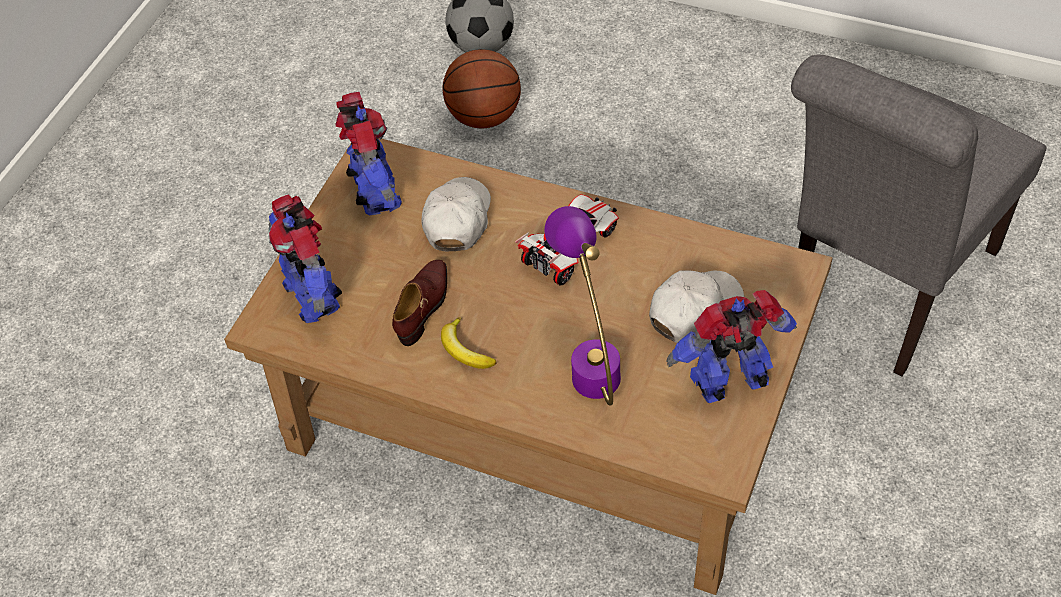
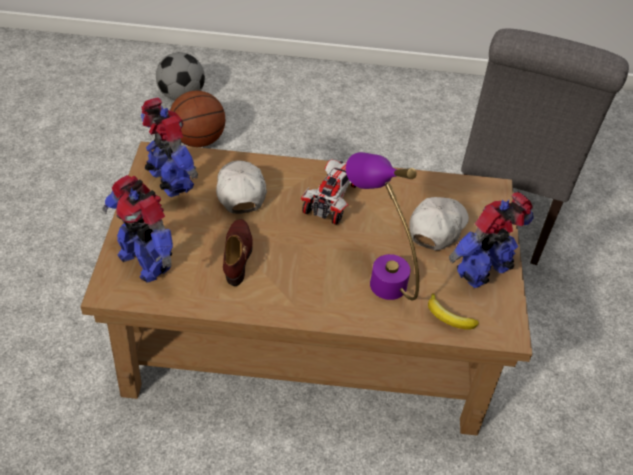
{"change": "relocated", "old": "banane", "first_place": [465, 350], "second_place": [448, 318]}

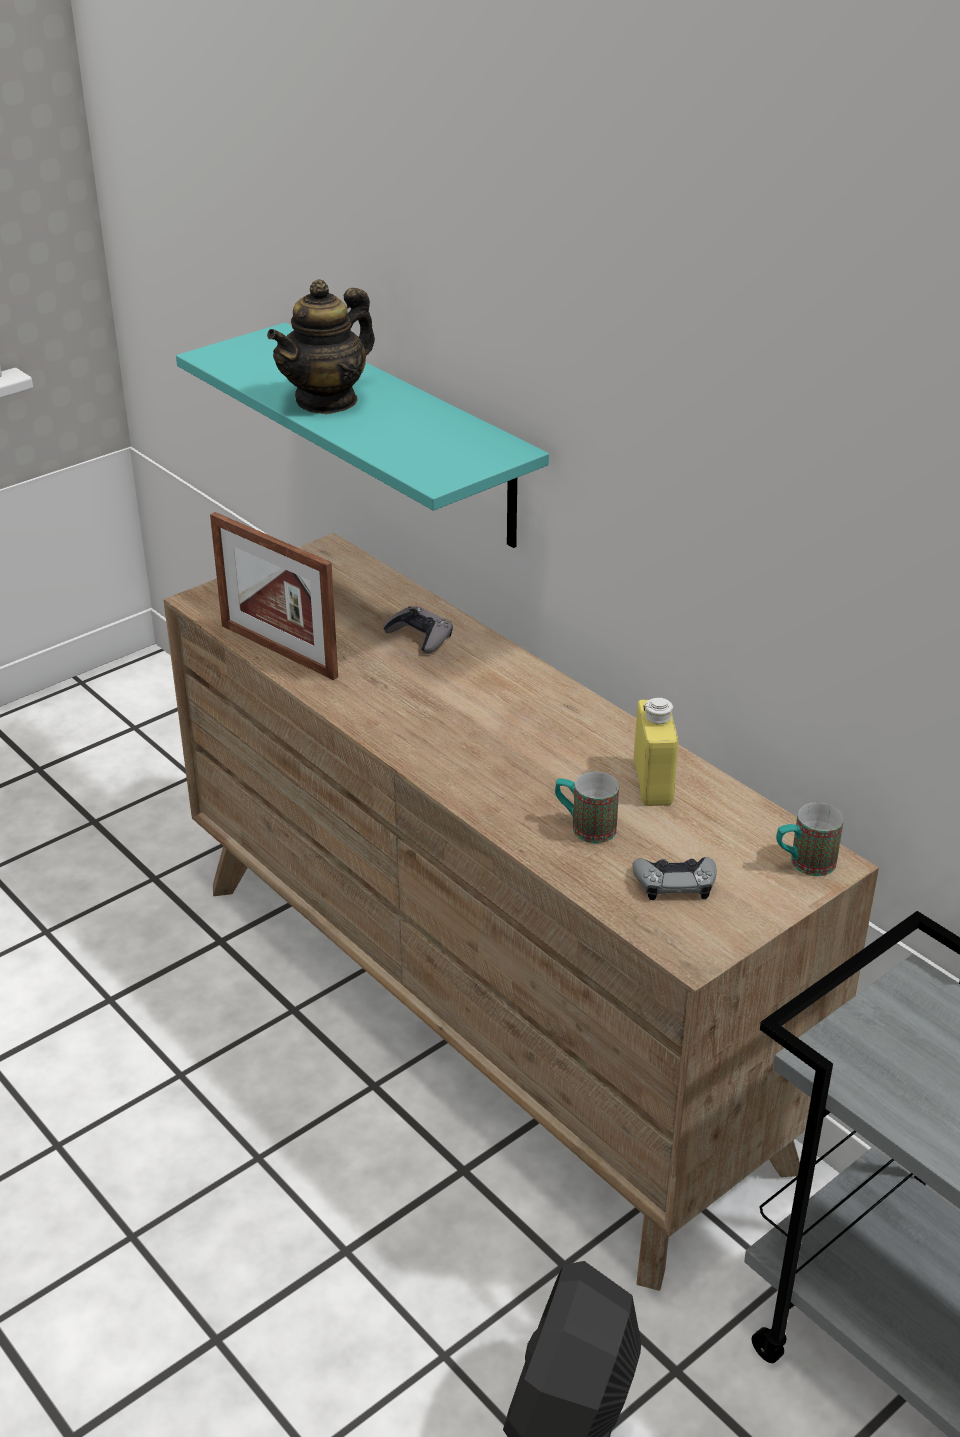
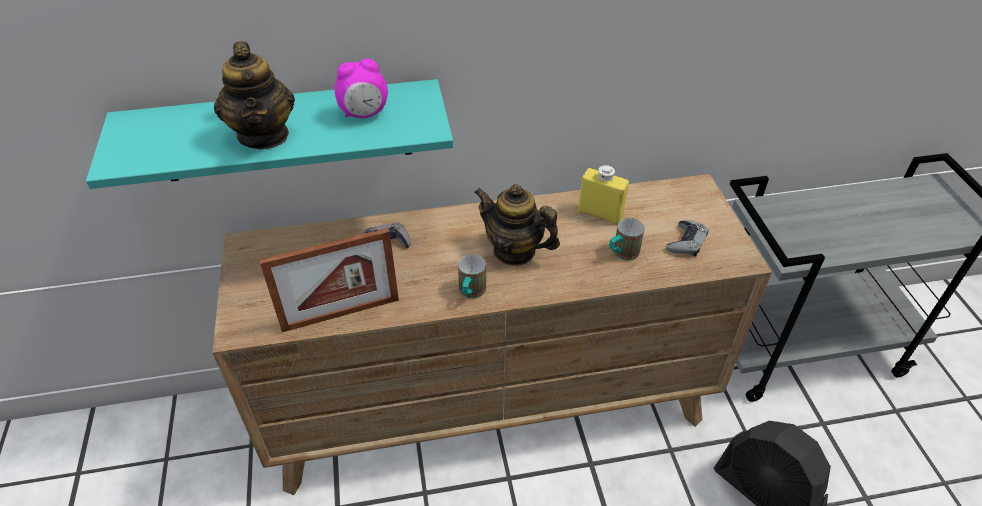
{"change": "relocated", "old": "mug", "first_place": [803, 864], "second_place": [470, 293]}
{"change": "appeared", "new": "réveil", "second_place": [364, 114]}
{"change": "appeared", "new": "théière", "second_place": [514, 251]}

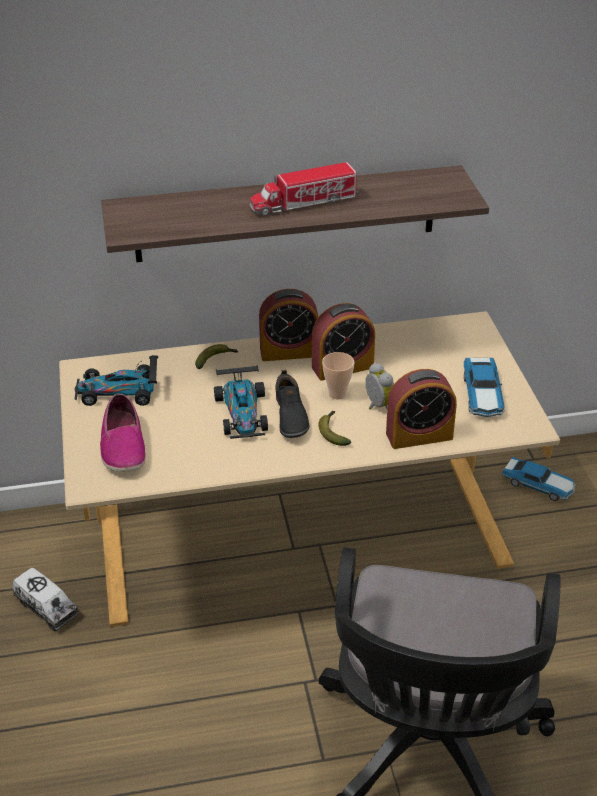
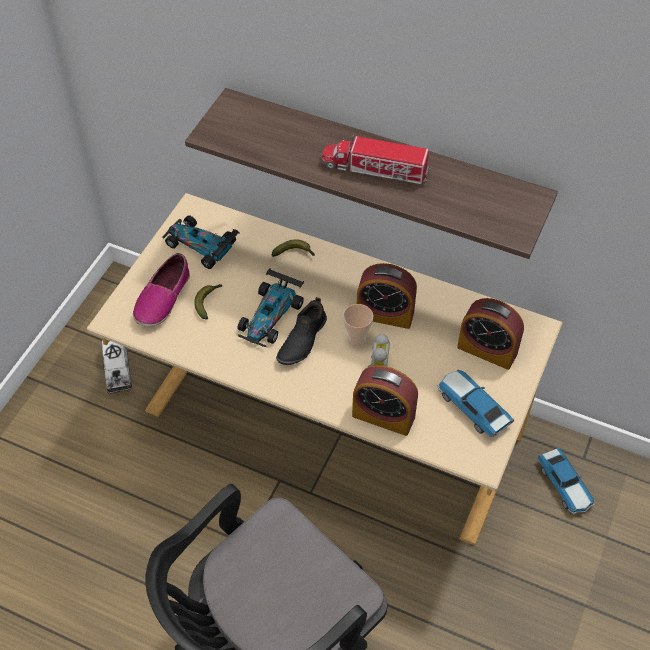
{"change": "relocated", "old": "réveil", "first_place": [289, 351], "second_place": [487, 350]}
{"change": "spun", "old": "petite voiture", "first_place": [482, 395], "second_place": [472, 407], "degrees": 105}
{"change": "relocated", "old": "banane", "first_place": [333, 432], "second_place": [208, 302]}

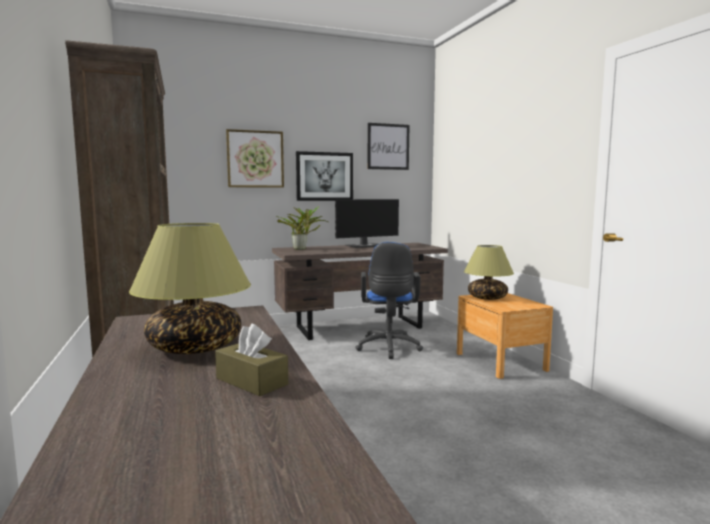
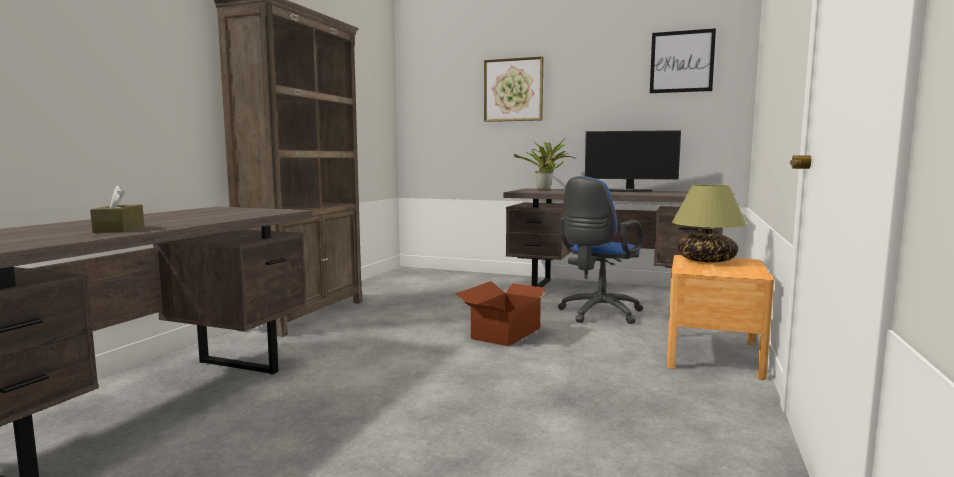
{"change": "missing", "old": "tableau", "first_place": [324, 176]}
{"change": "missing", "old": "lampe de table", "first_place": [194, 347]}
{"change": "appeared", "new": "carton", "second_place": [507, 333]}

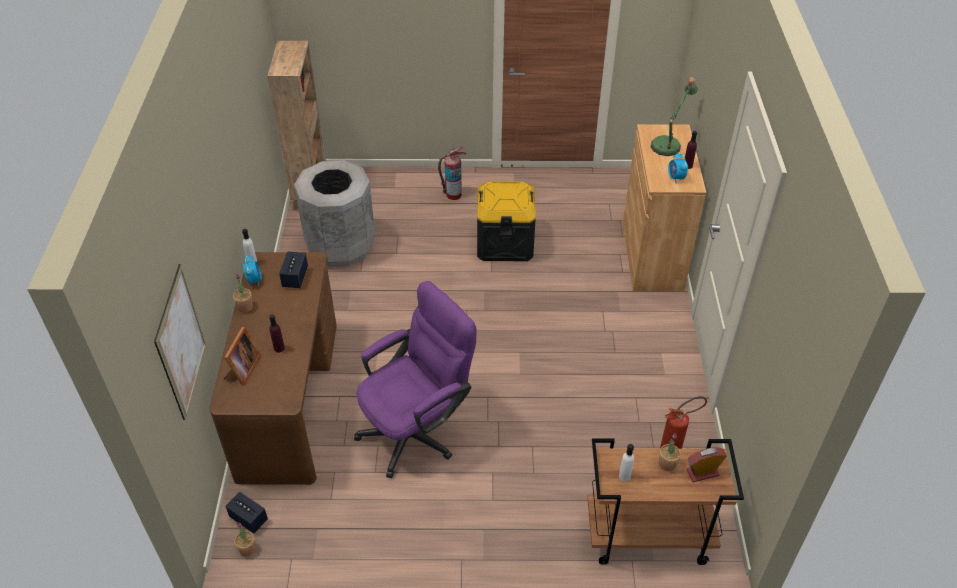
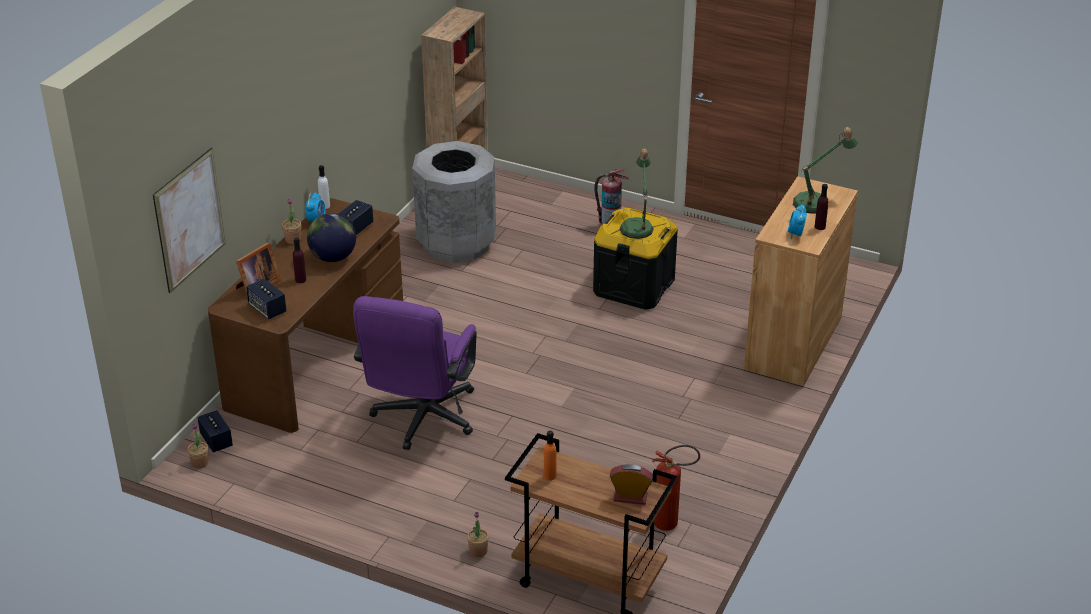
{"change": "spun", "old": "chaise de bureau (violet)", "first_place": [417, 430], "second_place": [421, 421], "degrees": 120}
{"change": "relocated", "old": "plante en pot", "first_place": [667, 464], "second_place": [478, 551]}
{"change": "colour", "old": "bouteille (blanc)", "new": "bouteille (orange)", "first_place": [624, 476], "second_place": [550, 475]}
{"change": "appeared", "new": "lampe de table", "second_place": [637, 226]}
{"change": "appeared", "new": "globe", "second_place": [333, 257]}
{"change": "appeared", "new": "enceinte", "second_place": [267, 309]}

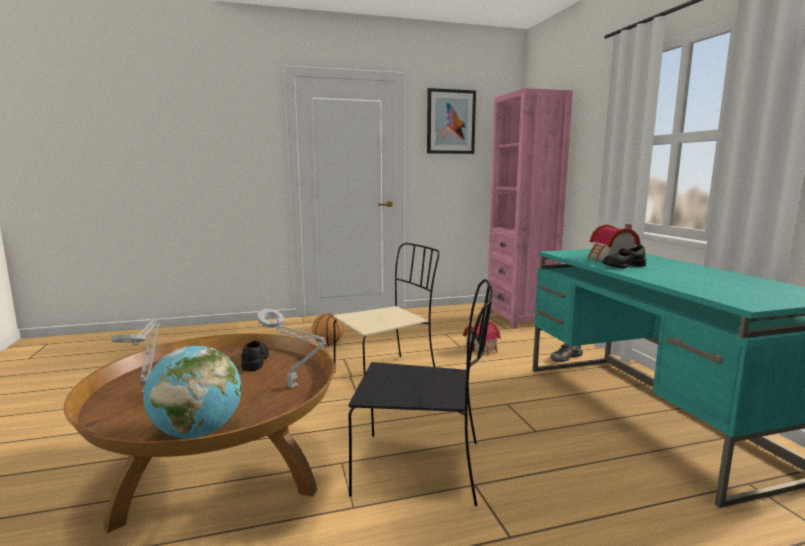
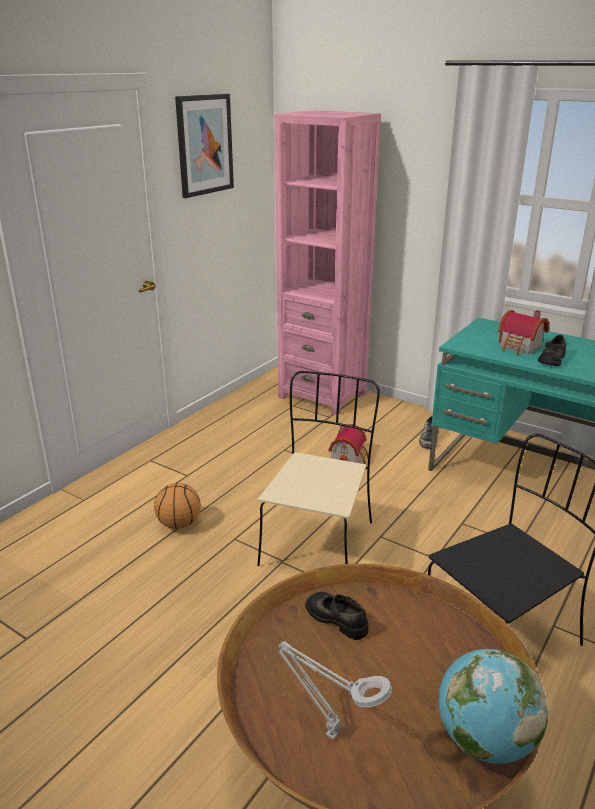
{"change": "missing", "old": "lampe de table (gris)", "first_place": [294, 387]}

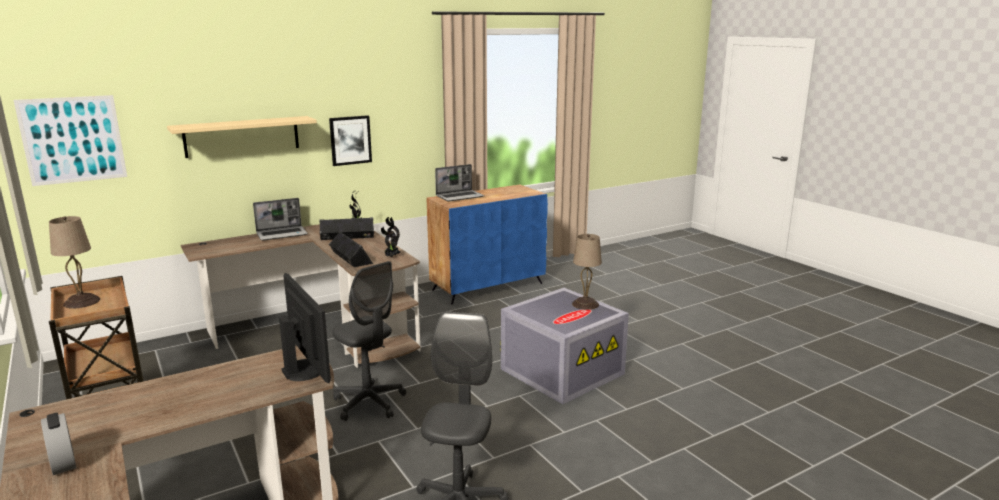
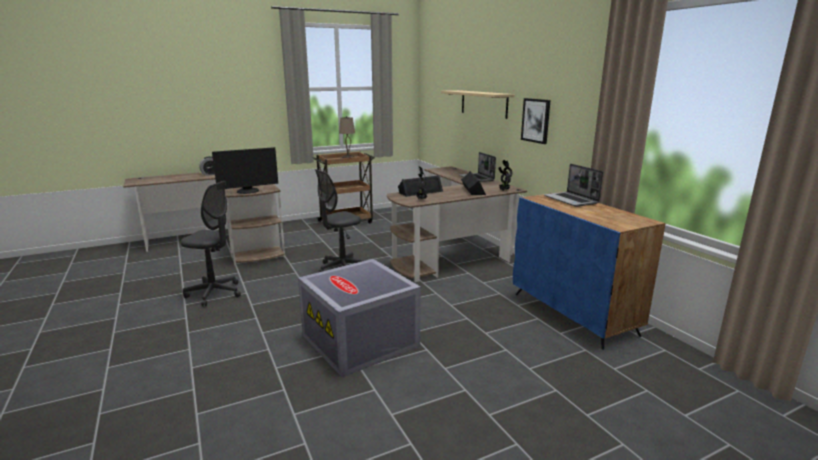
{"change": "missing", "old": "tableau", "first_place": [73, 140]}
{"change": "missing", "old": "lampe de table (beige)", "first_place": [585, 304]}

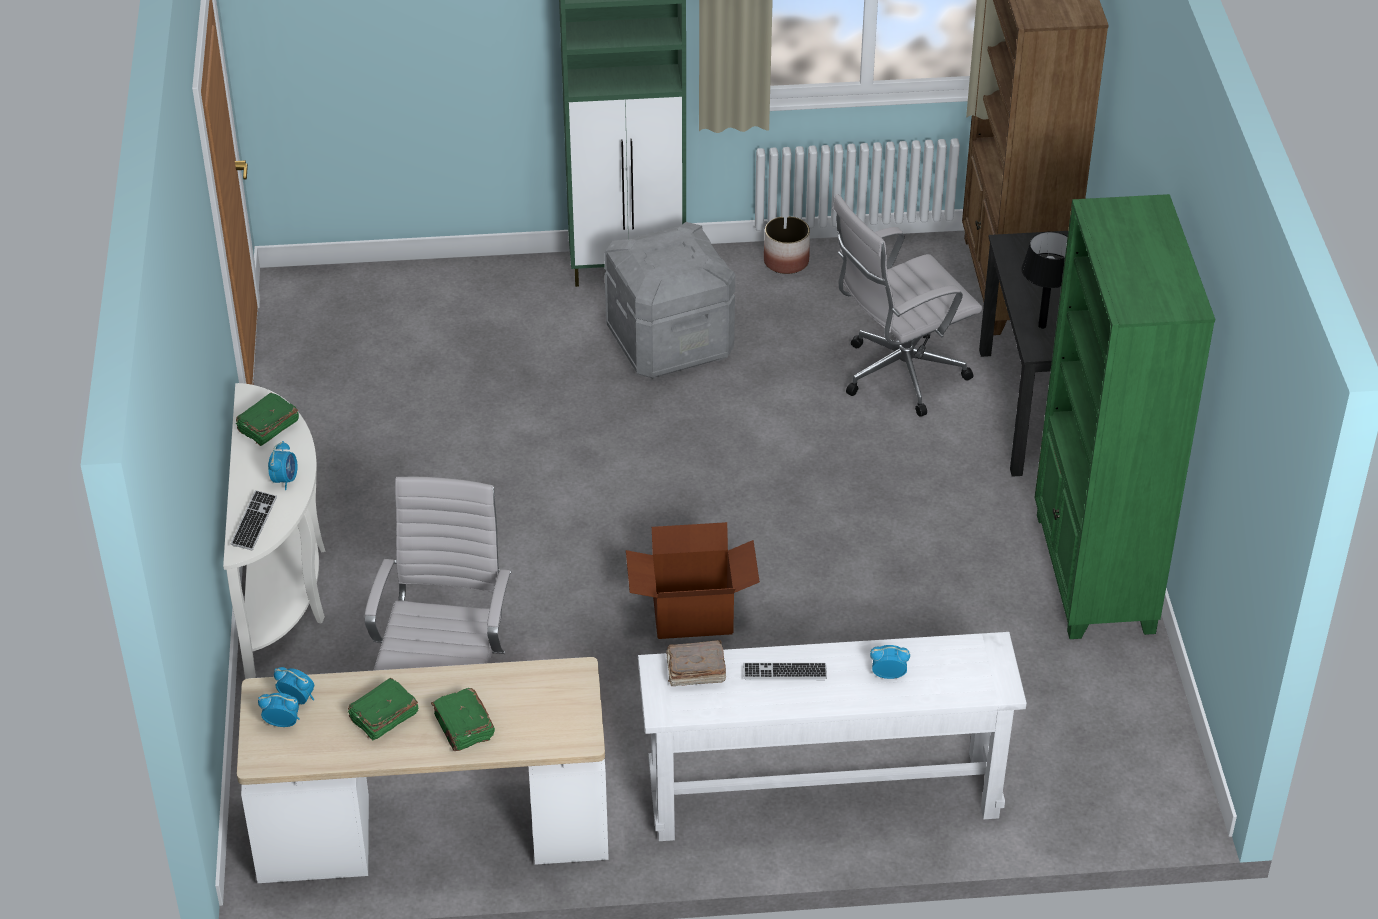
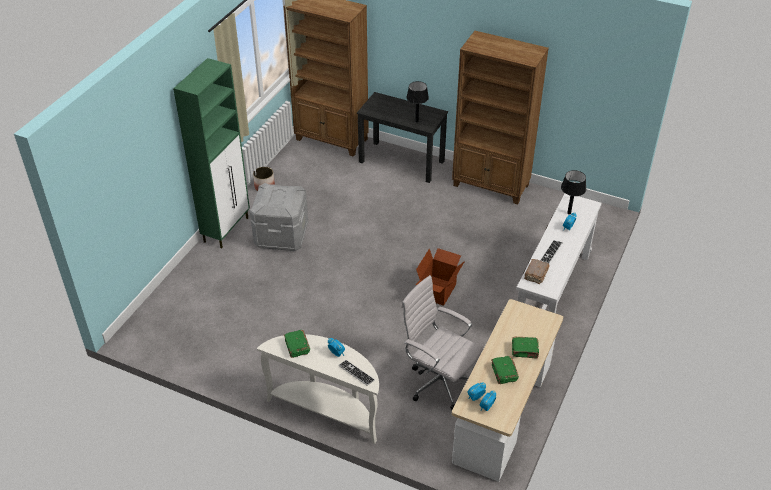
{"change": "missing", "old": "chaise de bureau (blanc)", "first_place": [897, 376]}
{"change": "colour", "old": "bibliothèque (vert)", "new": "bibliothèque (marron)", "first_place": [1093, 574], "second_place": [491, 186]}
{"change": "appeared", "new": "lampe de table (noir)", "second_place": [569, 213]}

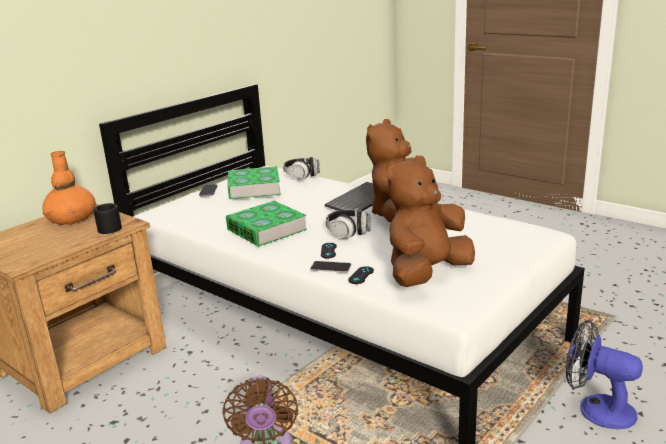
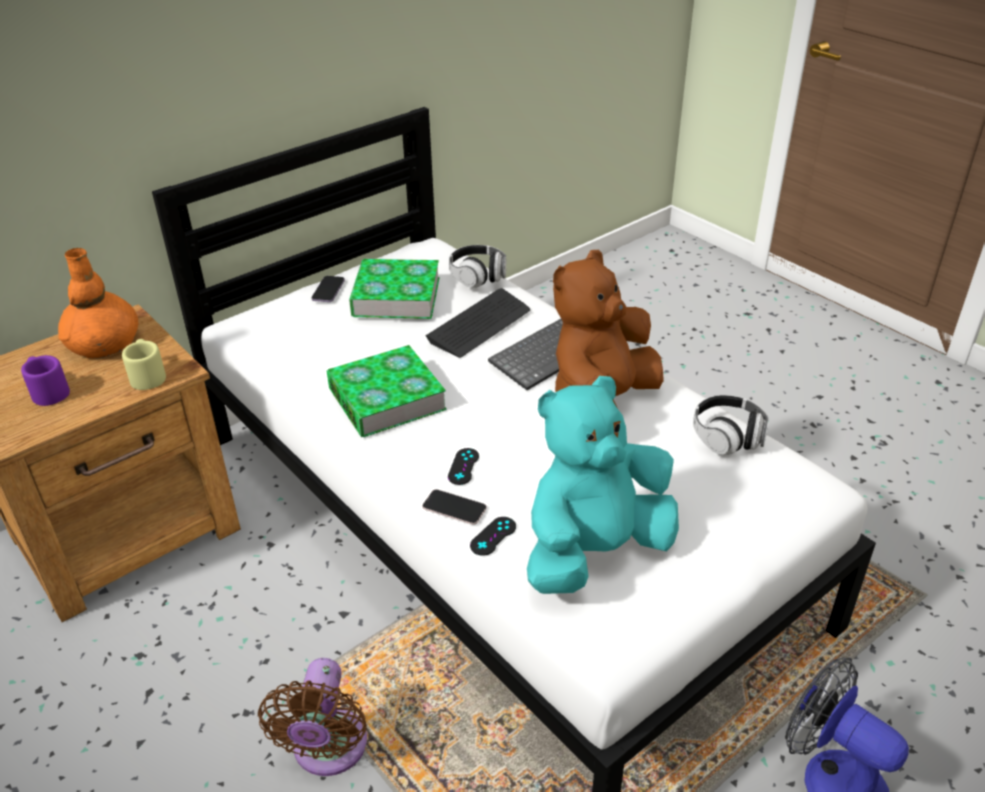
{"change": "colour", "old": "peluche (marron)", "new": "peluche (turquoise)", "first_place": [426, 274], "second_place": [594, 551]}
{"change": "colour", "old": "mug (noir)", "new": "mug (beige)", "first_place": [108, 228], "second_place": [147, 375]}
{"change": "relocated", "old": "casque audio", "first_place": [348, 232], "second_place": [728, 437]}
{"change": "appeared", "new": "clavier", "second_place": [479, 325]}
{"change": "appeared", "new": "mug (violet)", "second_place": [48, 391]}

